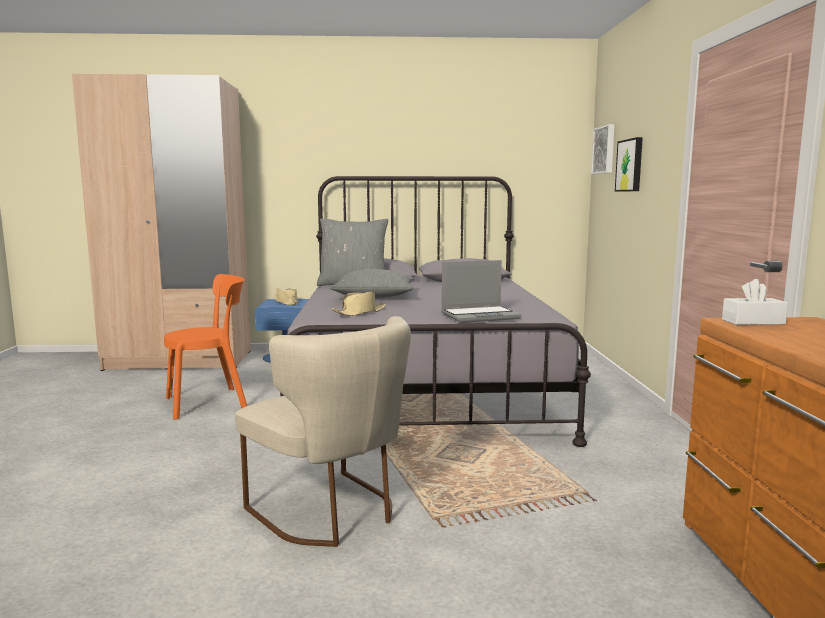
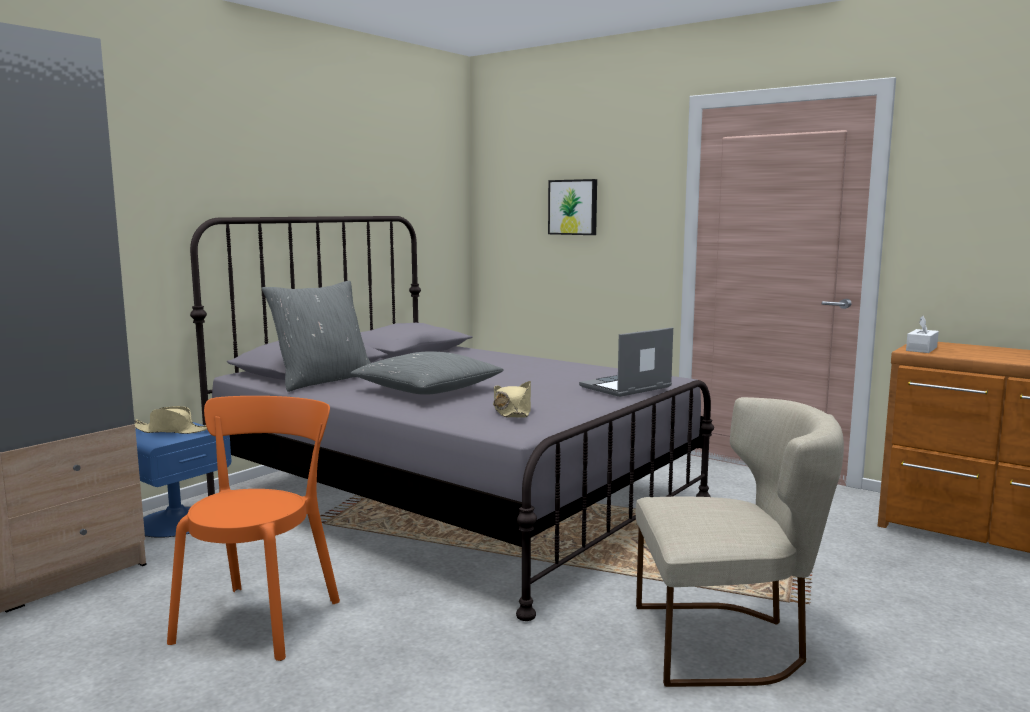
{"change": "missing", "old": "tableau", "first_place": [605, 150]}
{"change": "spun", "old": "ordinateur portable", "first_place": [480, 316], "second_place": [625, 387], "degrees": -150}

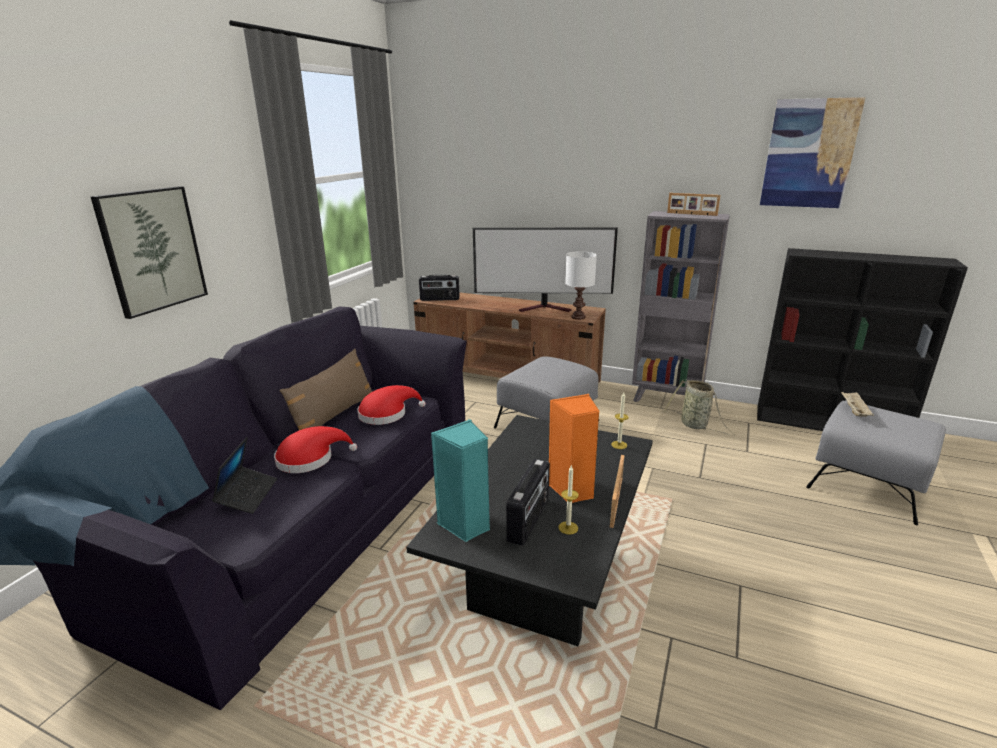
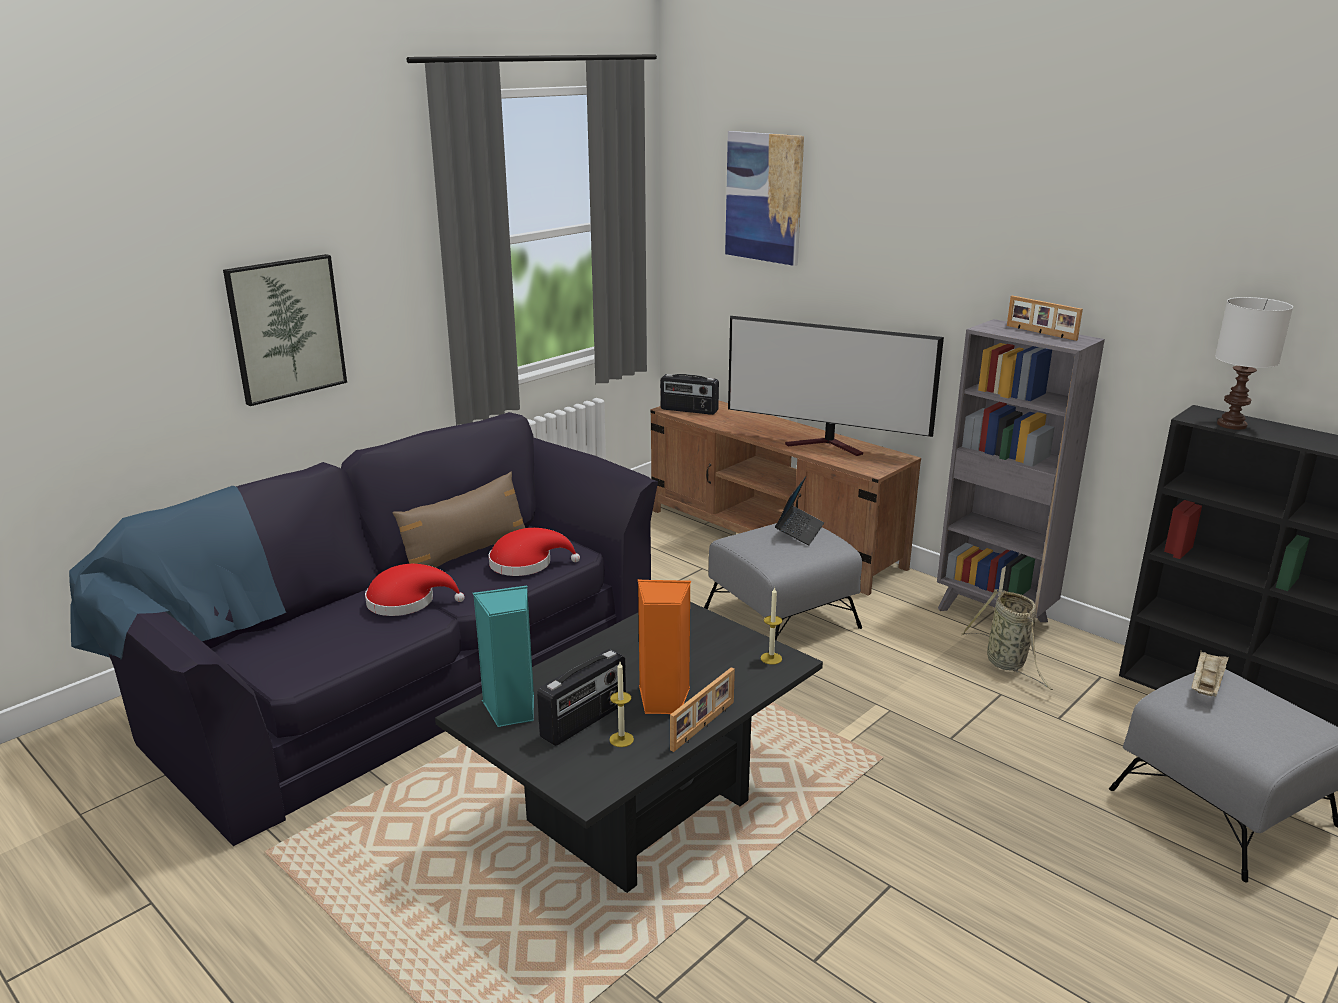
{"change": "relocated", "old": "tableau", "first_place": [809, 154], "second_place": [764, 197]}
{"change": "relocated", "old": "lampe de table (blanc)", "first_place": [577, 317], "second_place": [1230, 424]}
{"change": "relocated", "old": "ordinateur portable", "first_place": [247, 495], "second_place": [799, 531]}

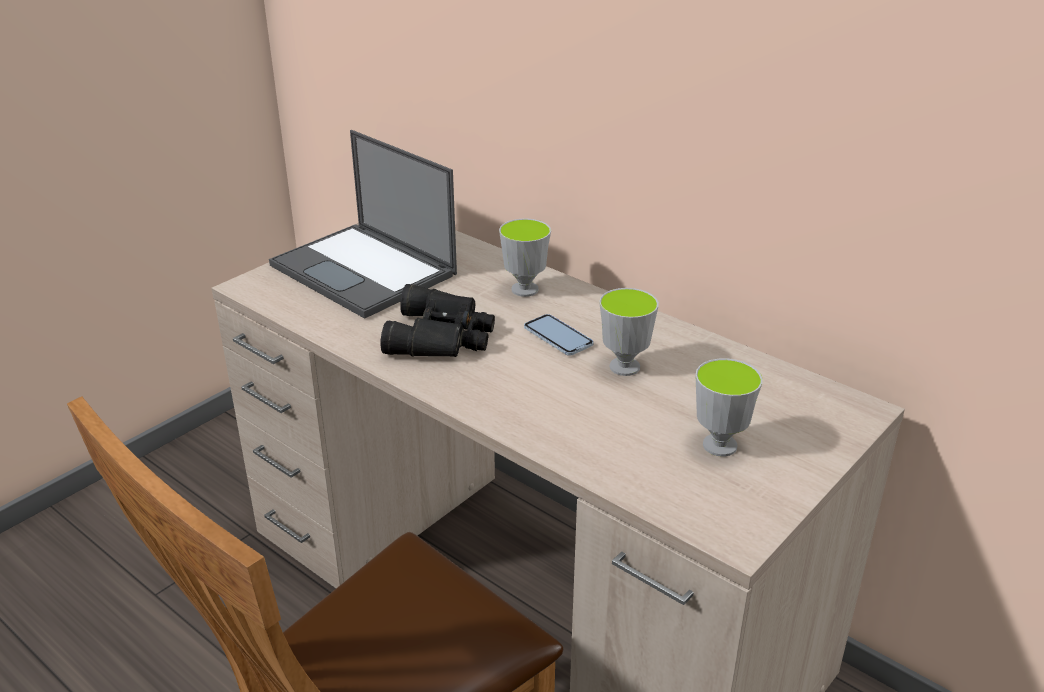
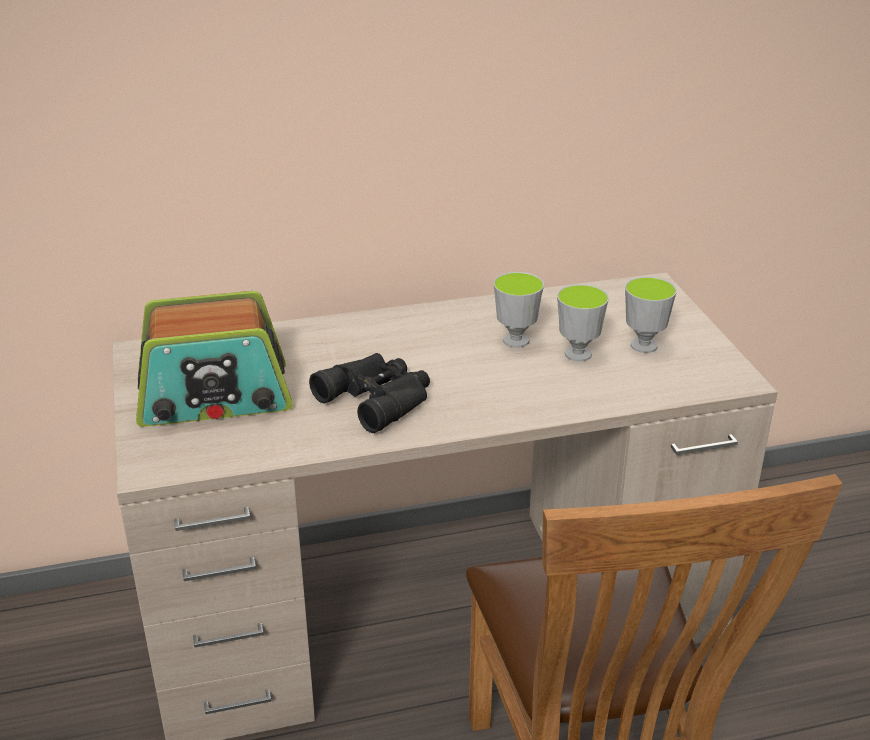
{"change": "exchanged", "old": "ordinateur portable", "new": "radio", "first_place": [365, 270], "second_place": [214, 397]}
{"change": "relocated", "old": "tasse", "first_place": [525, 289], "second_place": [578, 354]}
{"change": "missing", "old": "téléphone", "first_place": [558, 336]}

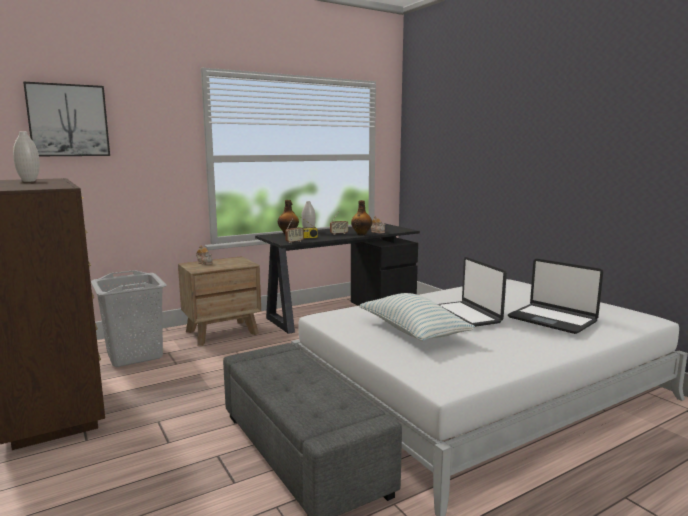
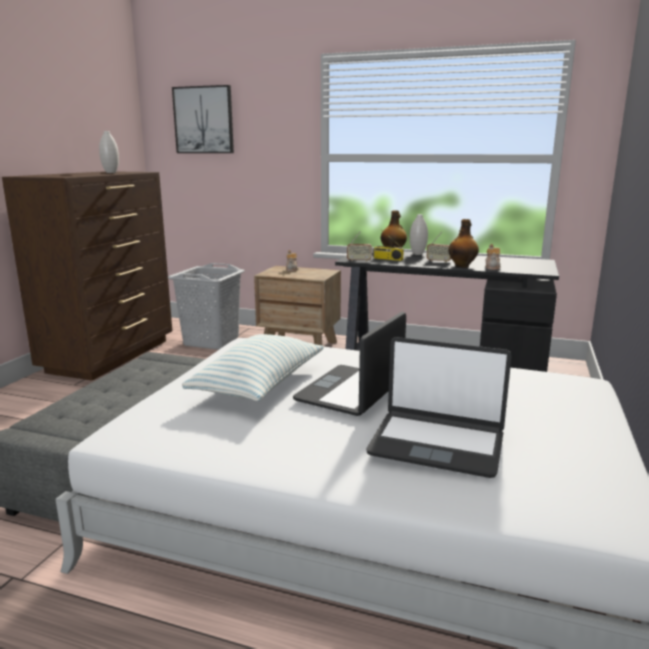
{"change": "spun", "old": "ordinateur portable", "first_place": [552, 319], "second_place": [437, 444], "degrees": -75}

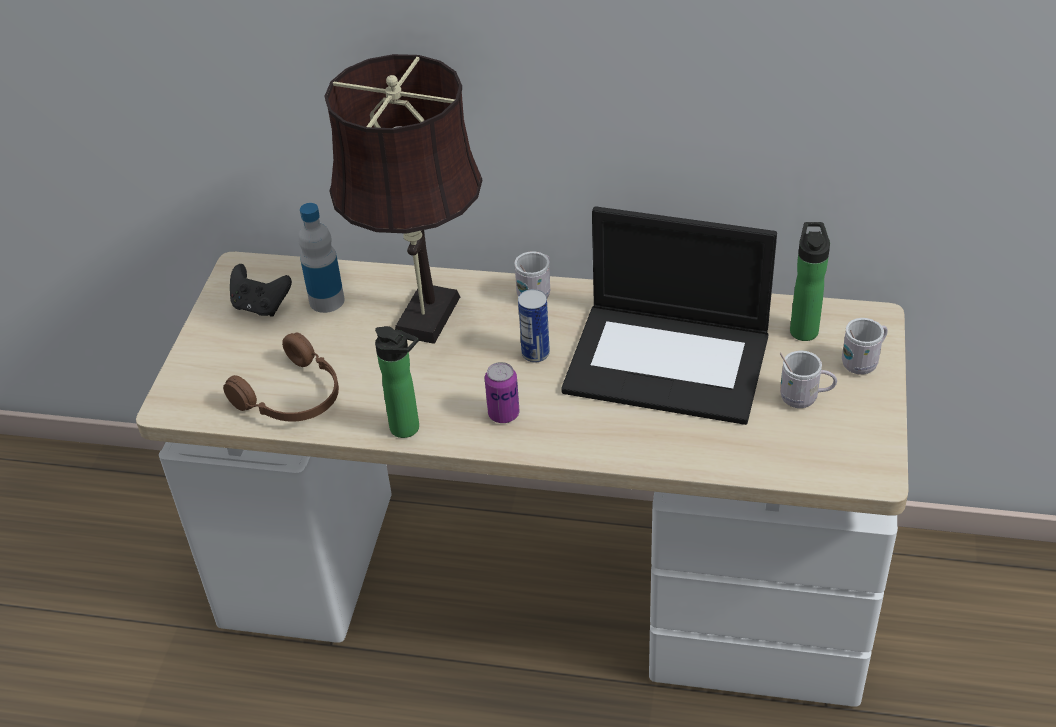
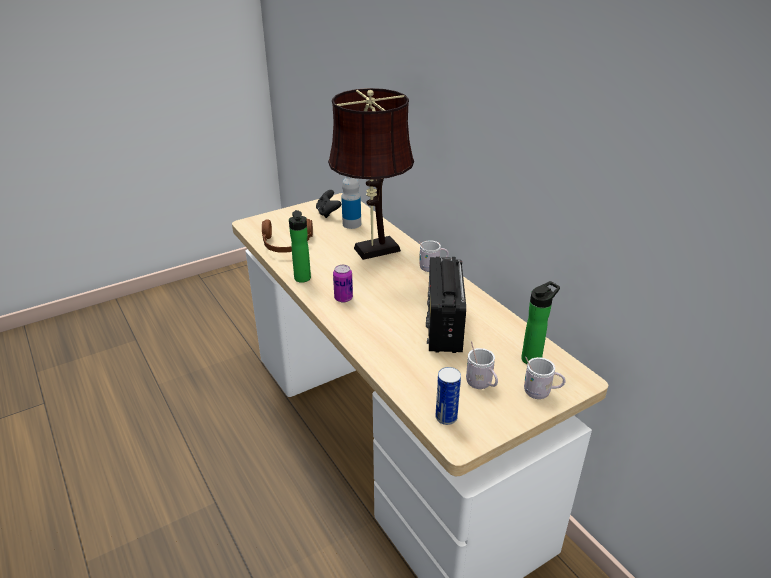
{"change": "exchanged", "old": "ordinateur portable", "new": "radio", "first_place": [670, 361], "second_place": [443, 327]}
{"change": "relocated", "old": "boîte métallique", "first_place": [535, 353], "second_place": [446, 417]}

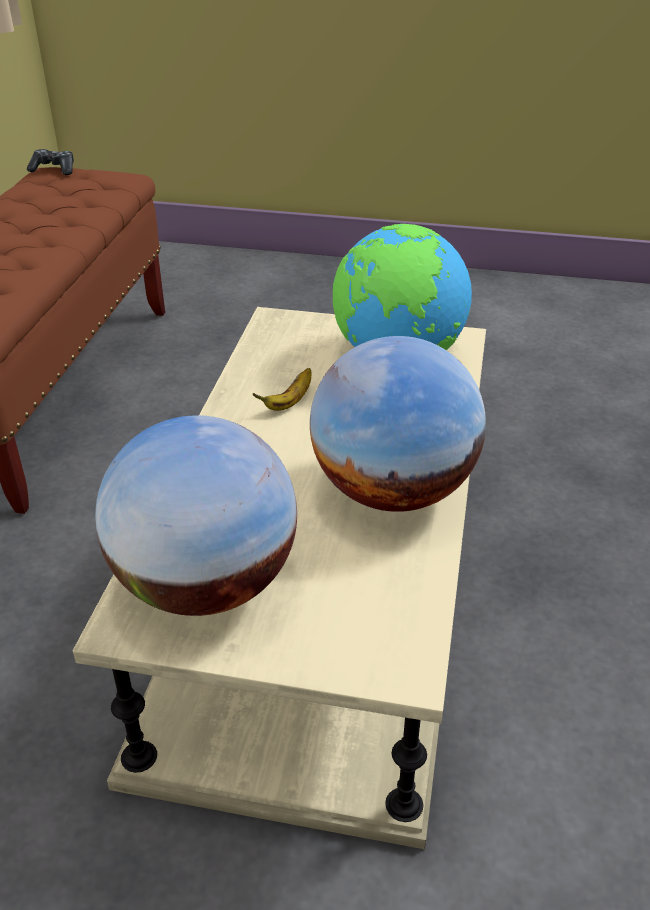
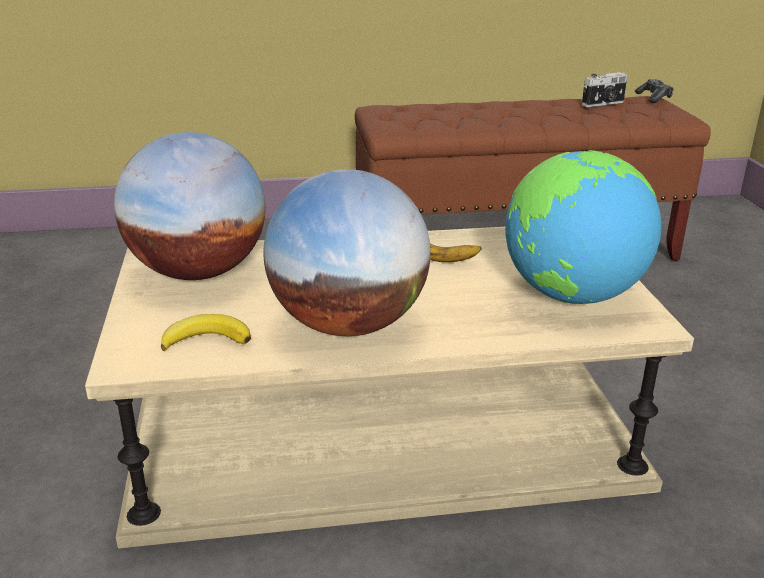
{"change": "appeared", "new": "appareil photo", "second_place": [604, 104]}
{"change": "appeared", "new": "banane", "second_place": [206, 339]}

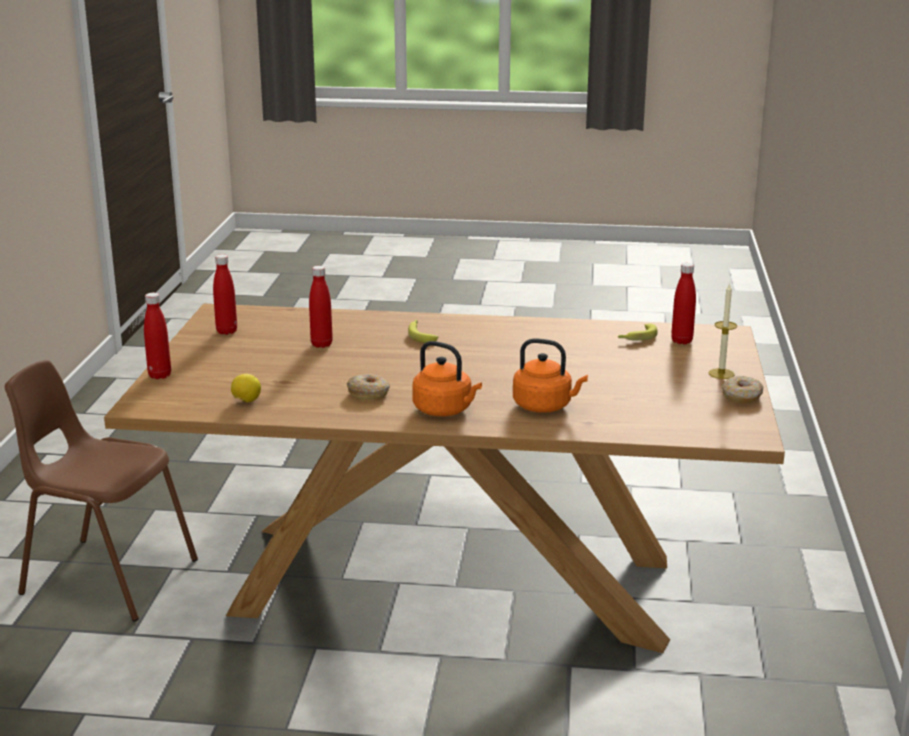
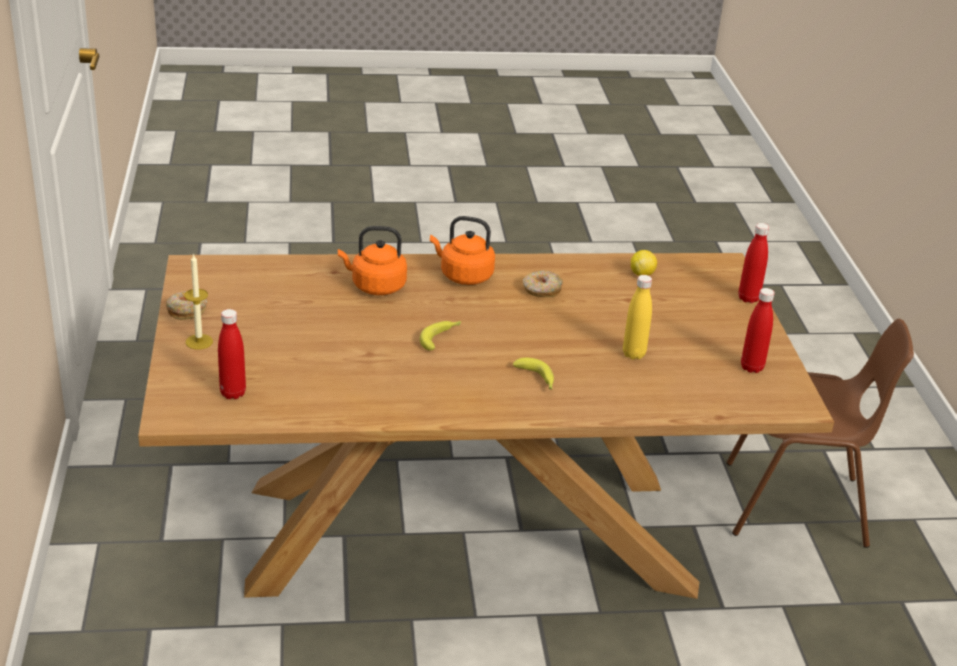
{"change": "colour", "old": "bouteille (rouge)", "new": "bouteille (jaune)", "first_place": [321, 344], "second_place": [633, 354]}
{"change": "relocated", "old": "banane", "first_place": [636, 337], "second_place": [441, 338]}

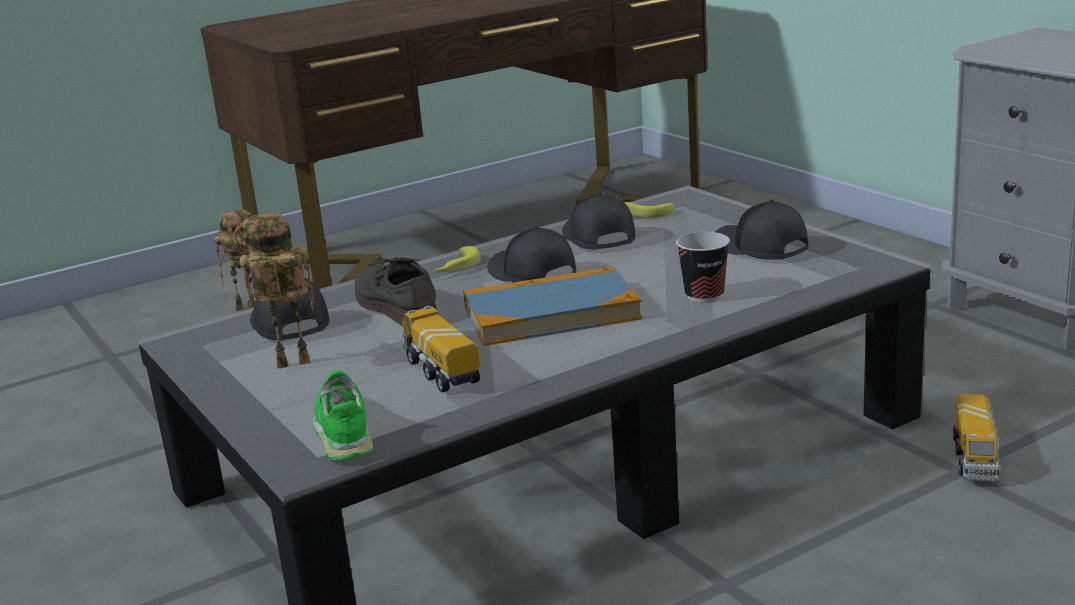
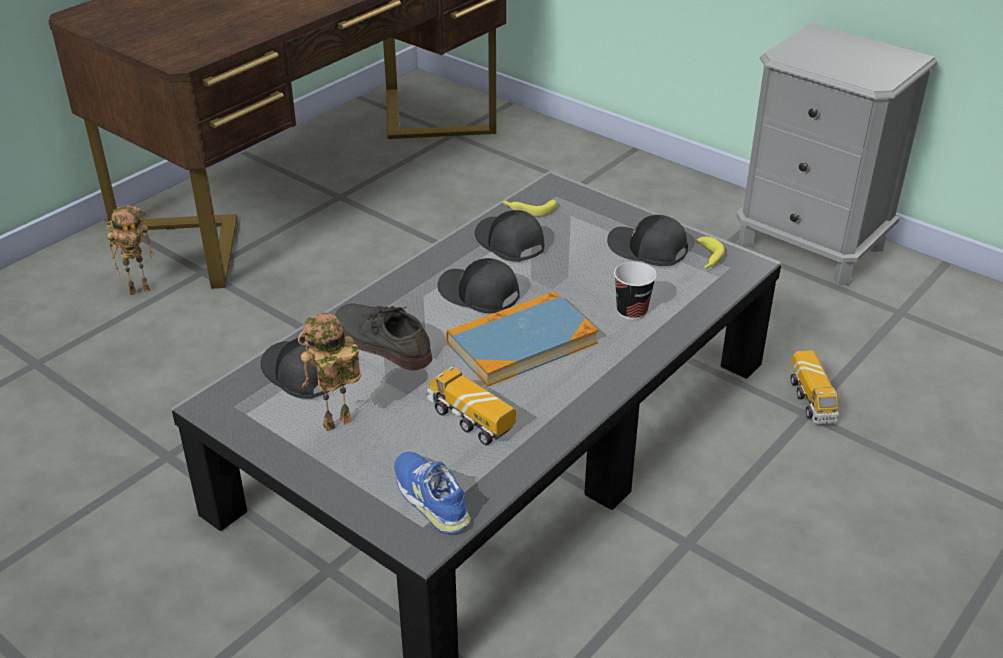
{"change": "relocated", "old": "banane", "first_place": [456, 268], "second_place": [707, 259]}
{"change": "colour", "old": "chaussure (vert)", "new": "chaussure (bleu)", "first_place": [344, 431], "second_place": [431, 498]}

